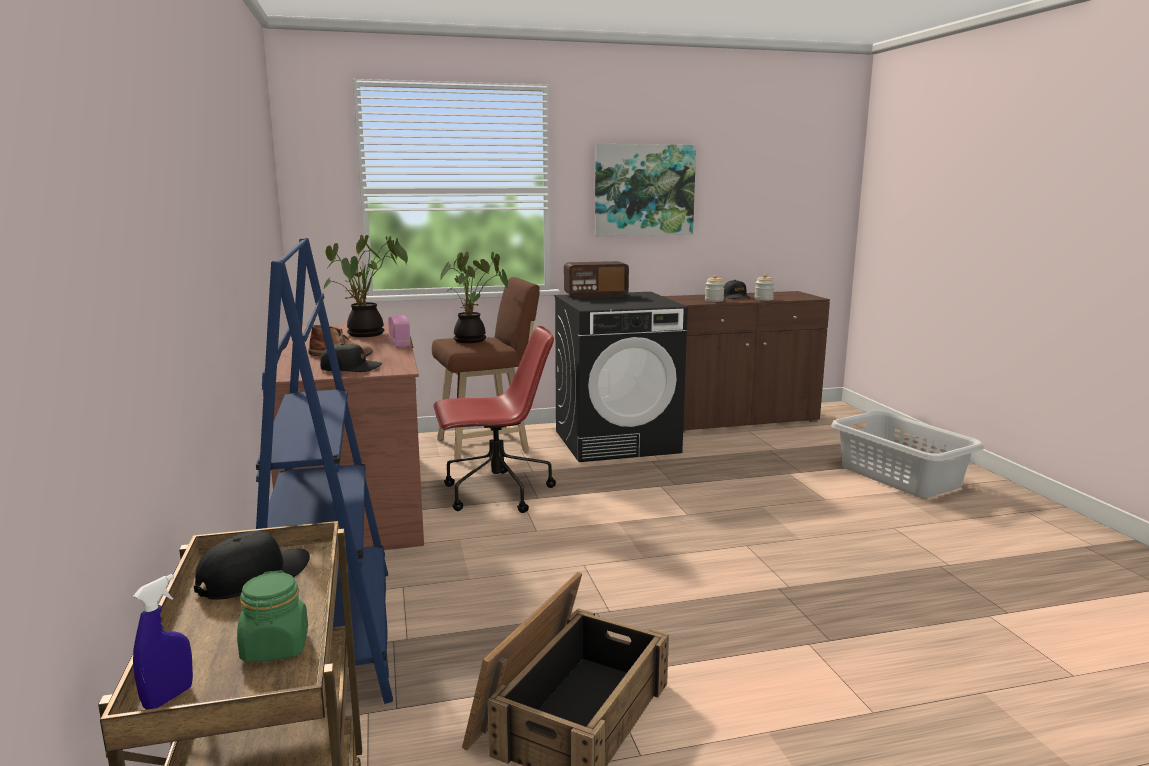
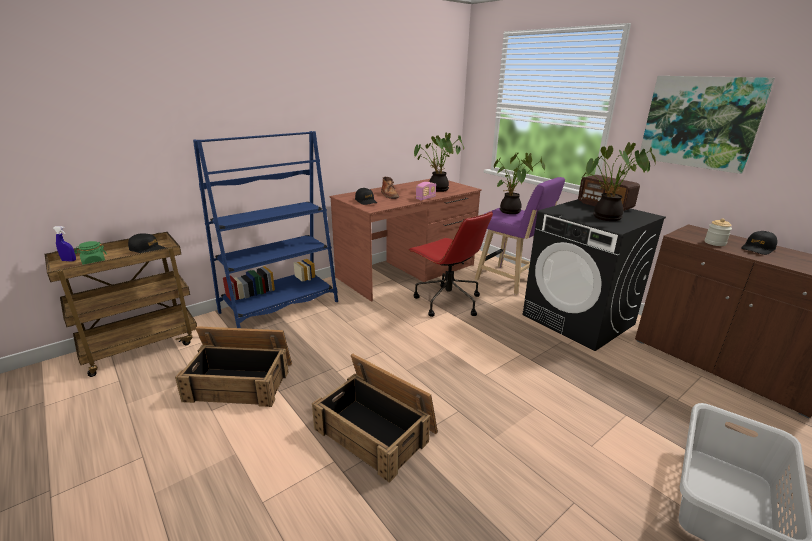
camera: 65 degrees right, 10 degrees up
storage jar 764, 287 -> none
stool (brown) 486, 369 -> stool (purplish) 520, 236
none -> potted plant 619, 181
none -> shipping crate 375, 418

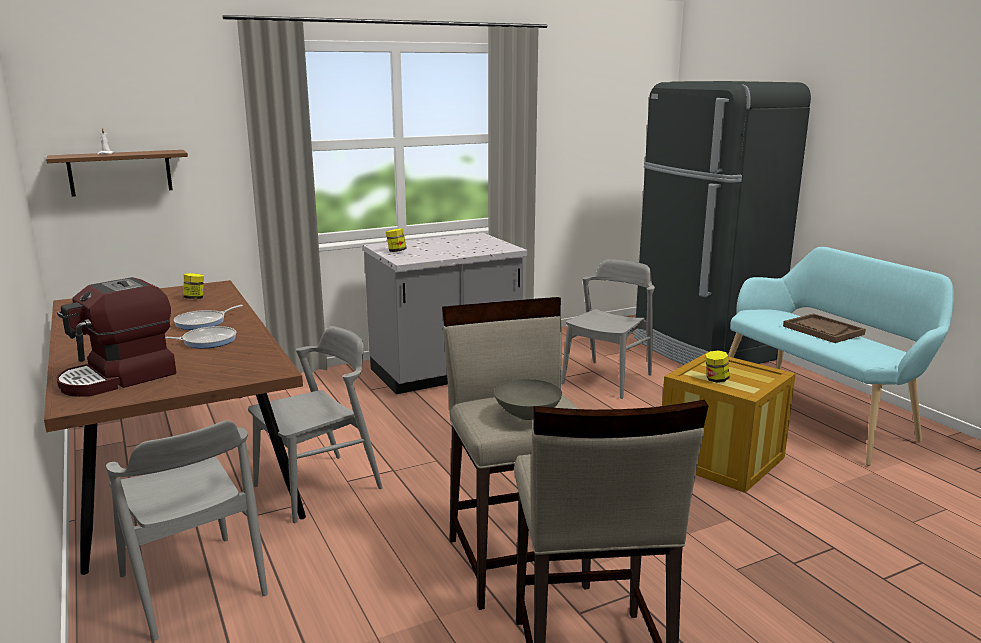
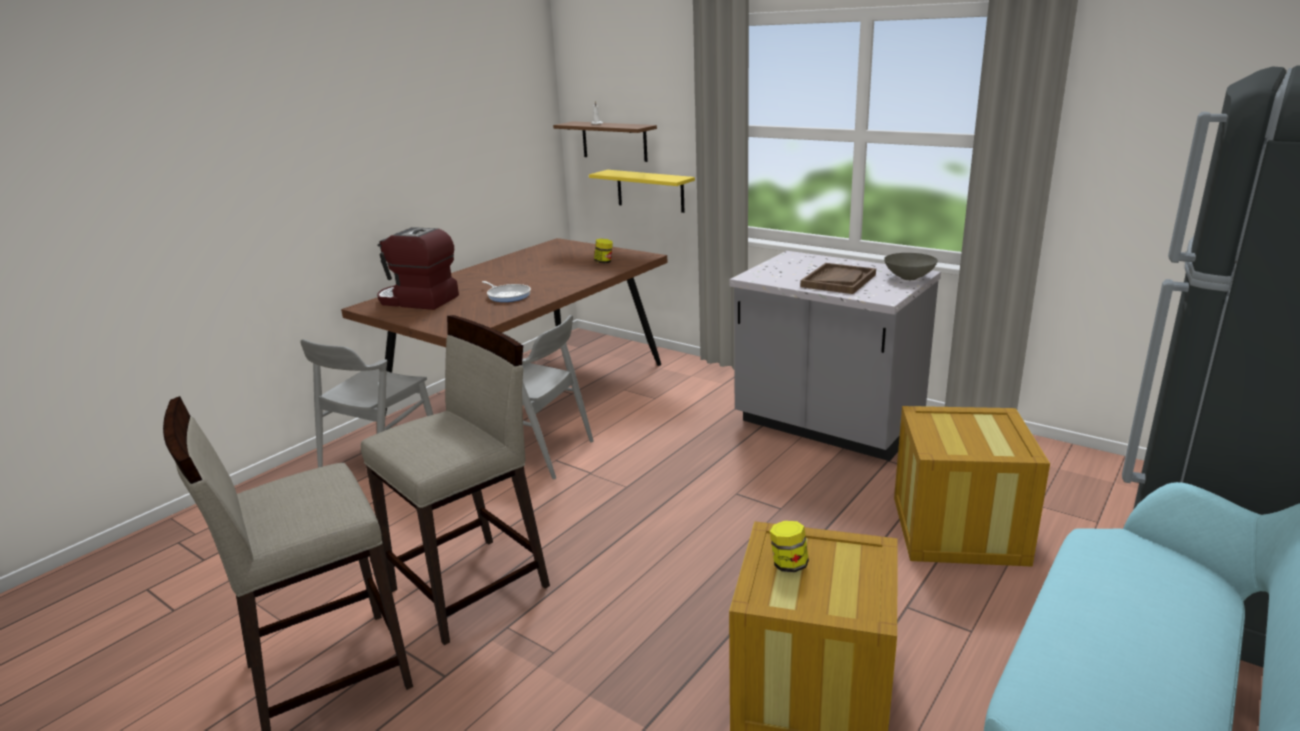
camera: 65 degrees right, 5 degrees up
storage jar 396, 240 -> none
upright chair (grey) 608, 329 -> shipping crate 972, 486
skillet 208, 317 -> none
carrying tray (brown) 824, 328 -> carrying tray (brown) 838, 278, shifted
bowl (grey) 528, 399 -> bowl (grey) 911, 266, shifted
none -> shelf (yellow-coloured) 642, 191

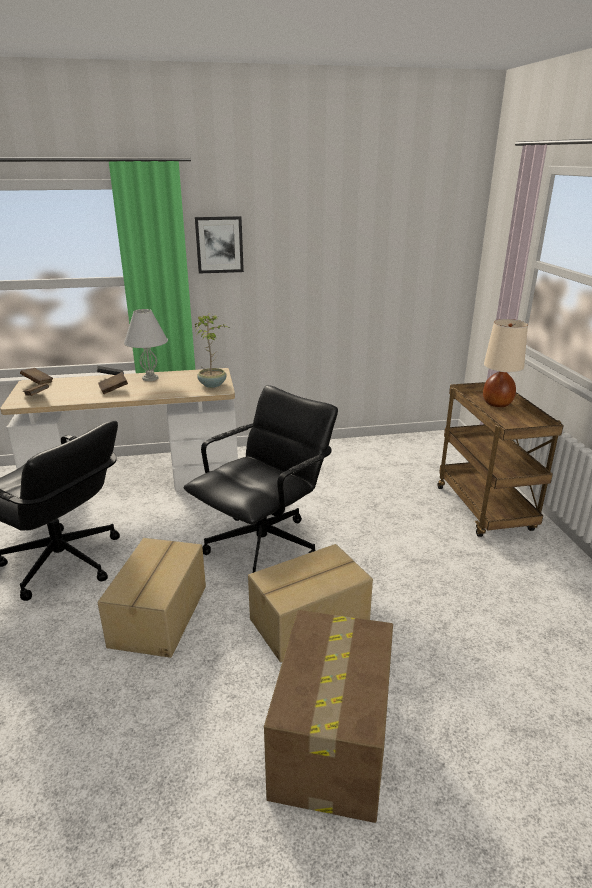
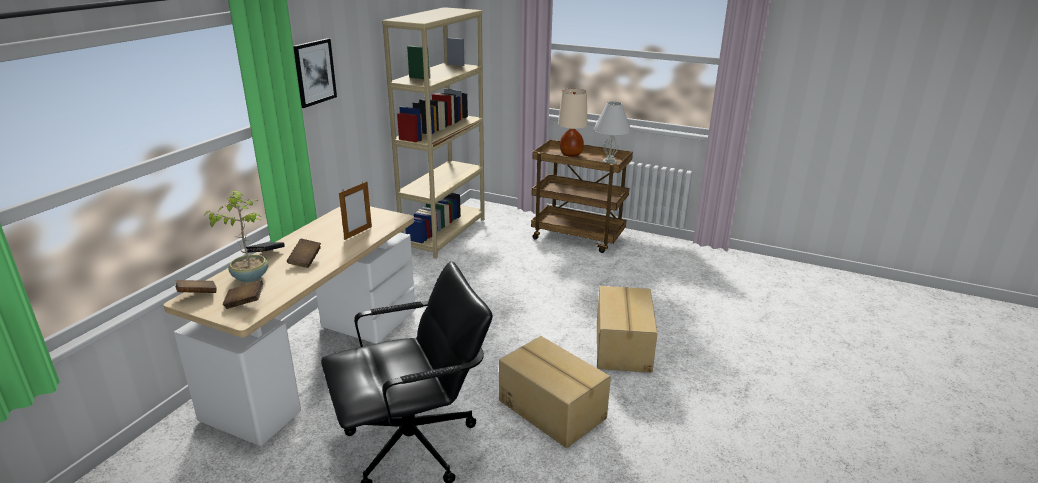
camera: 55 degrees left, 0 degrees up
tabletop lamp (white) 146, 345 -> tabletop lamp (white) 612, 132, shifted
potted plant 211, 350 -> potted plant 236, 236, shifted
desk chair (black-coloured) 261, 479 -> none
cardboard box 328, 716 -> none
none -> bookcase (beige-coloured) 433, 133
none -> standing frame 355, 210

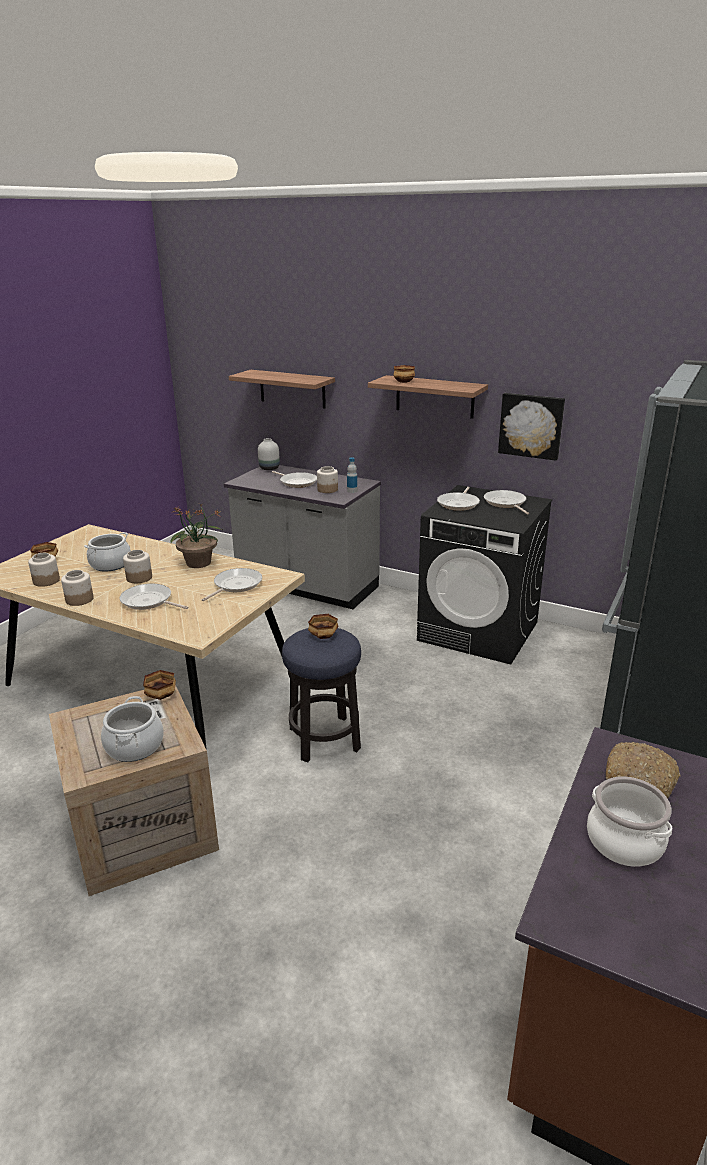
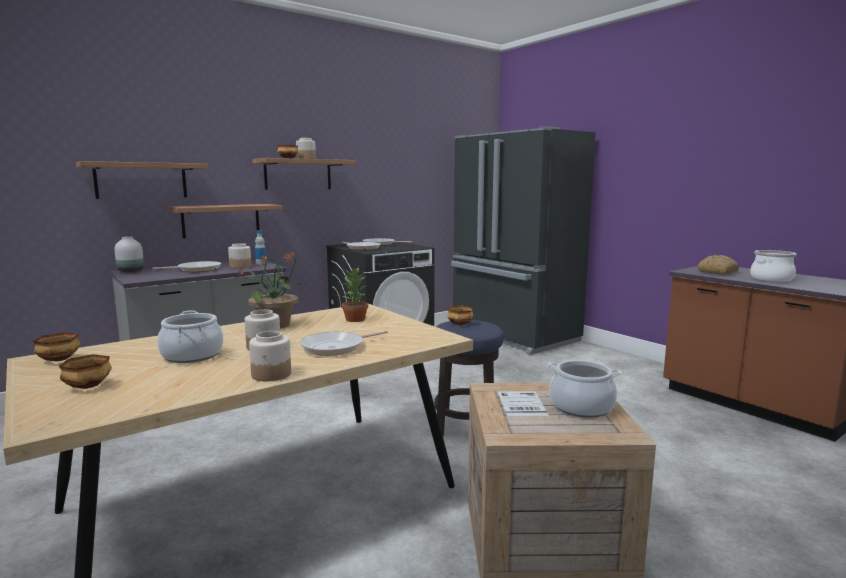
camera: 65 degrees left, 15 degrees down
wall picture 531, 427 -> none
storage jar 44, 570 -> storage jar 306, 148, shifted
skillet 232, 584 -> potted plant 355, 294
bowl 159, 685 -> bowl 56, 347, shifted
none -> shelf 224, 221

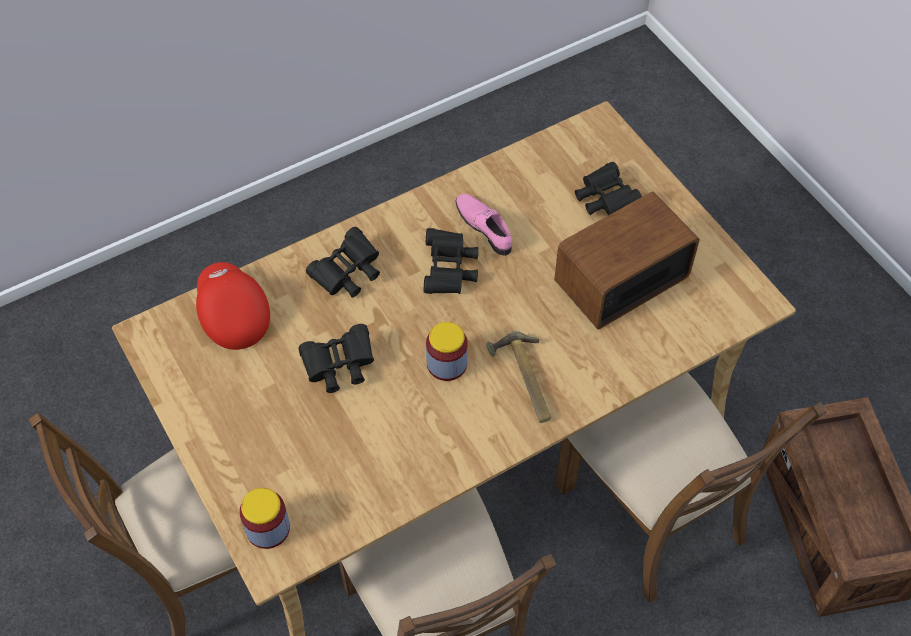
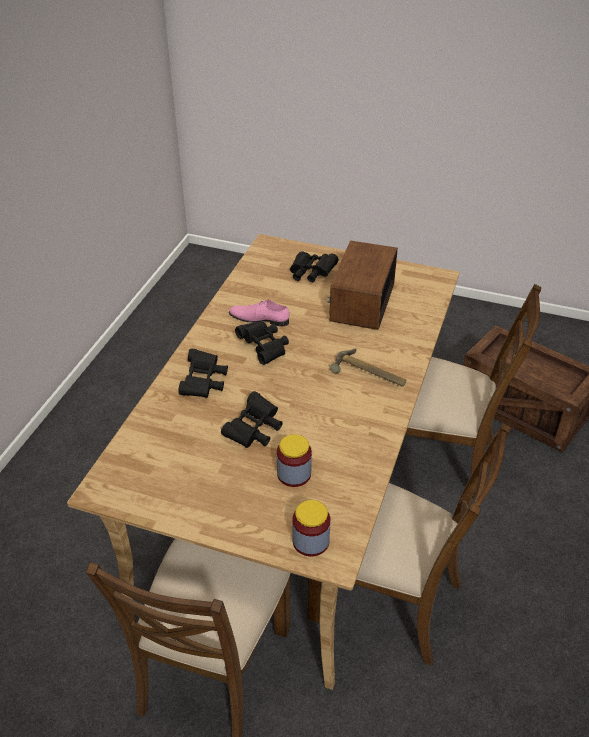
camera: 40 degrees left, 15 degrees down
baseball cap (red-coloured) 233, 306 -> none
storage jar 447, 351 -> storage jar 294, 460, shifted

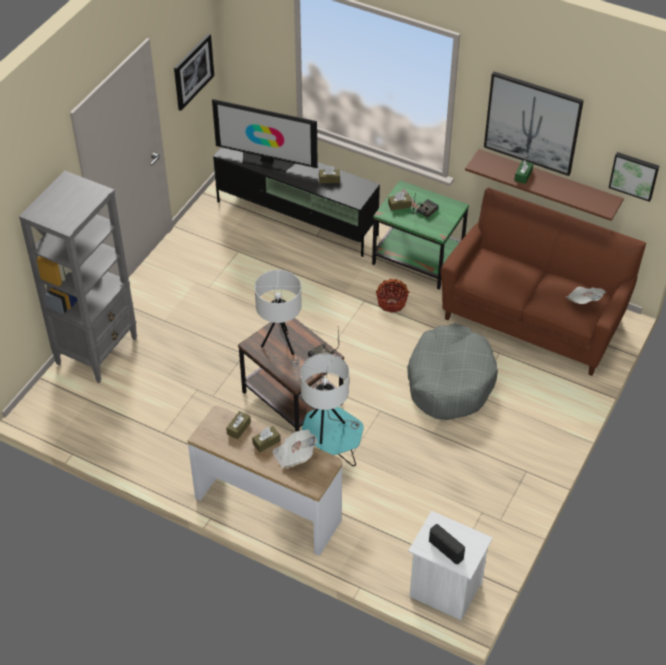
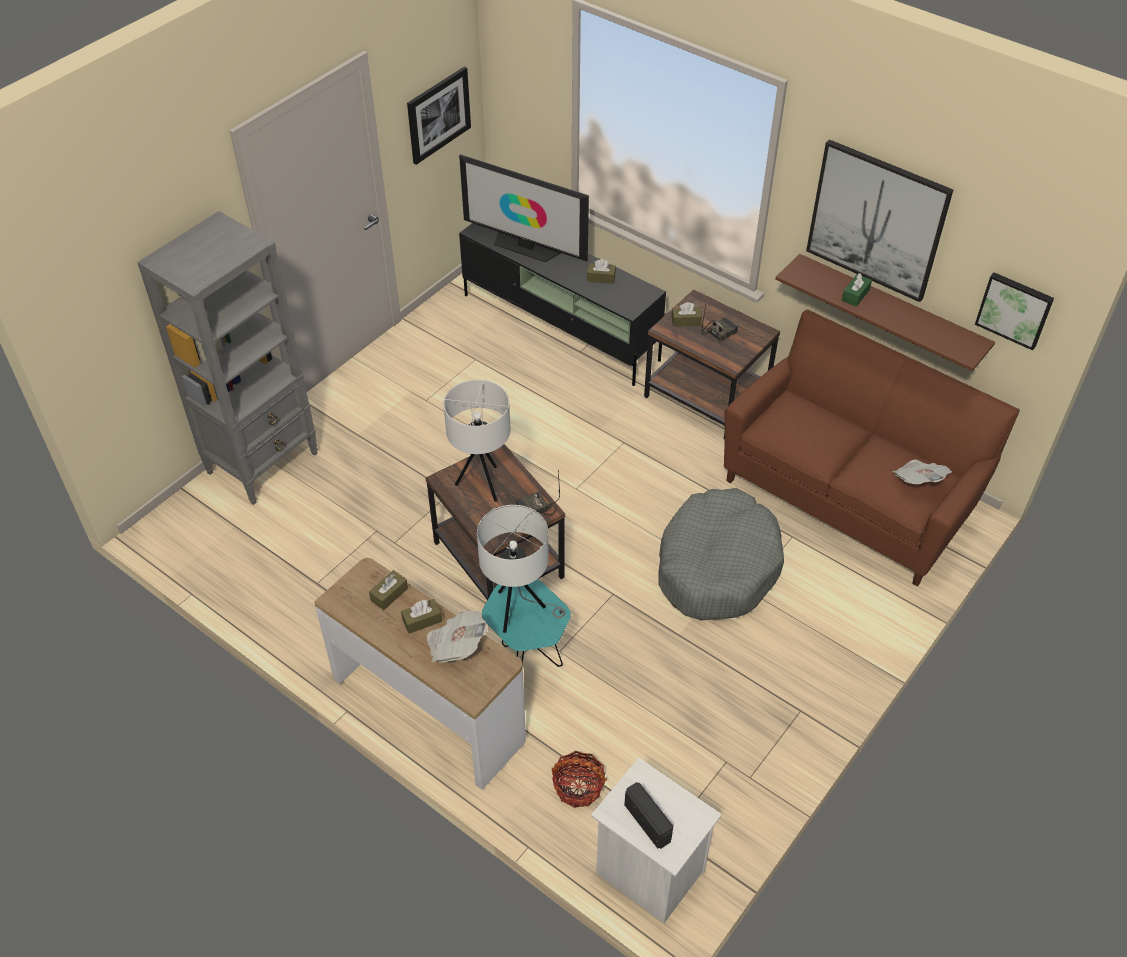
camera: 10 degrees right, 0 degrees up
side table (greenish) 420, 235 -> side table (brown) 712, 365
storage basket 392, 296 -> storage basket 579, 779, shifted

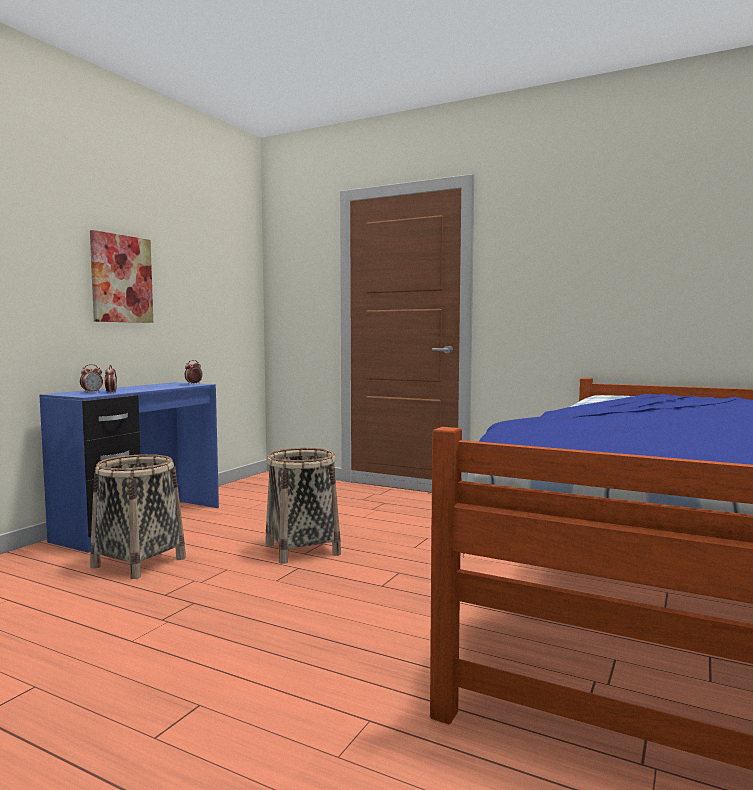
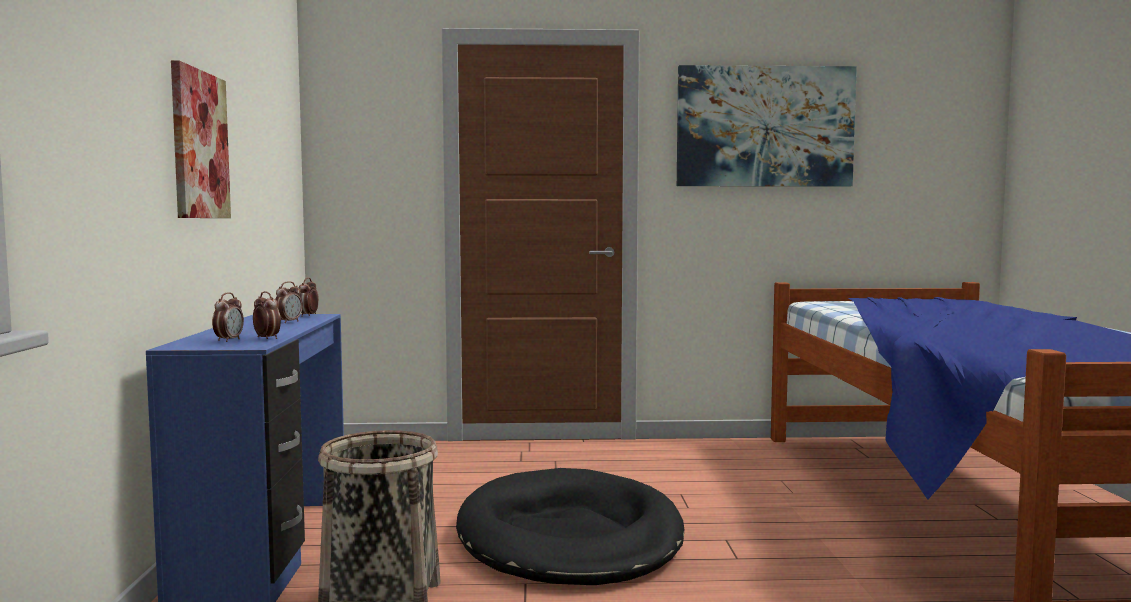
camera: 30 degrees left, 0 degrees up
storage basket 303, 506 -> dog bed (black-coloured) 570, 526
none -> wall picture 767, 126
none -> alarm clock 289, 302

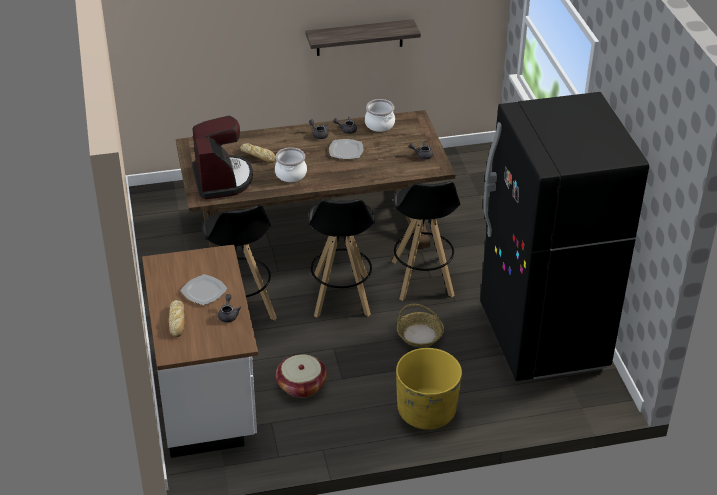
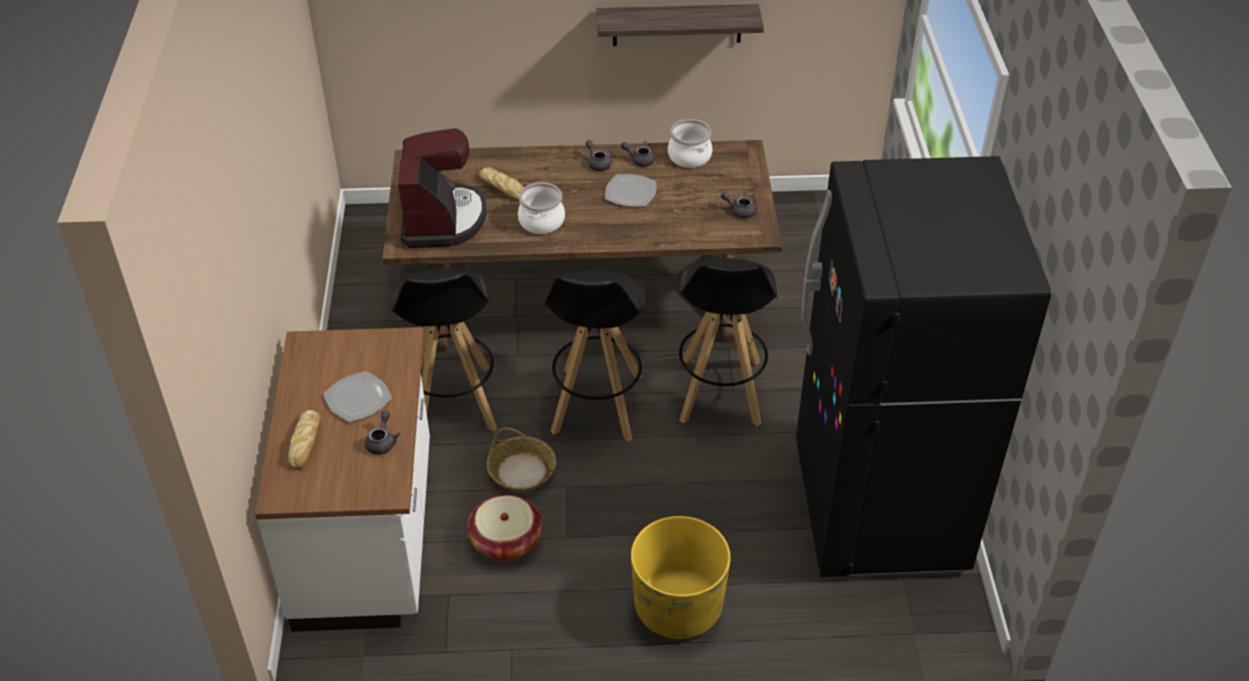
camera: 10 degrees right, 5 degrees up
storage basket 420, 325 -> storage basket 521, 460, shifted

